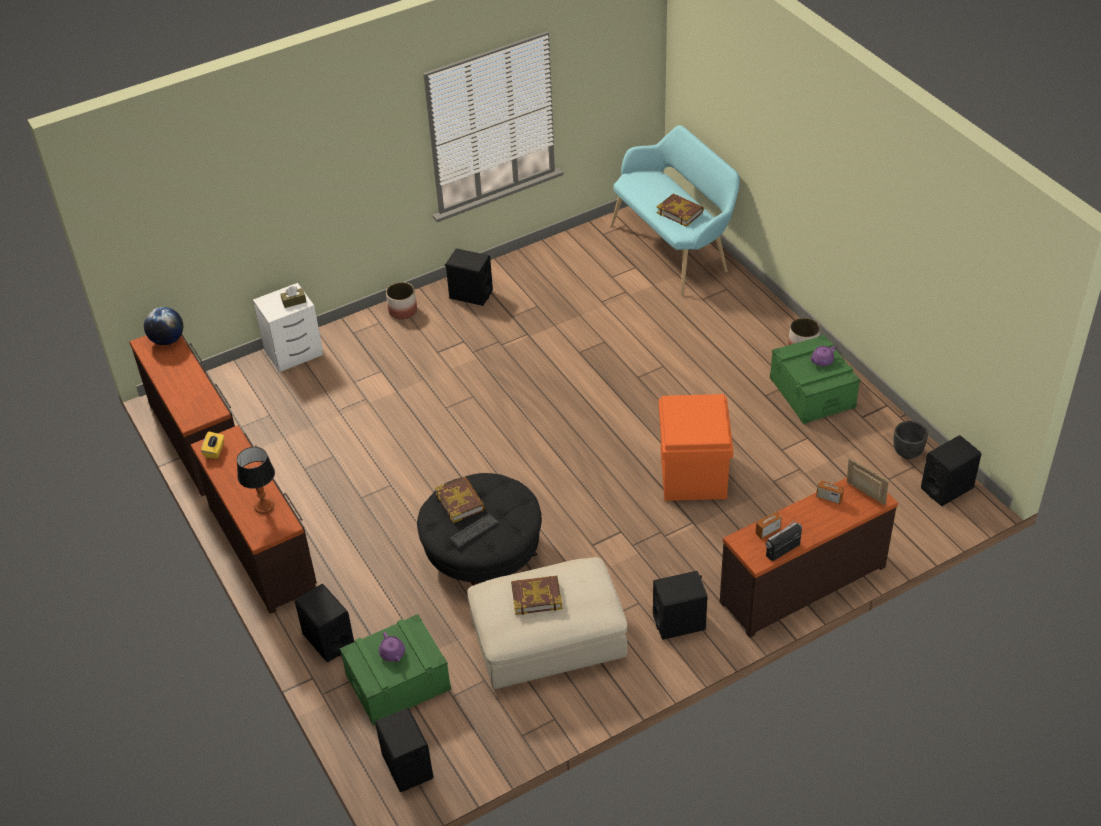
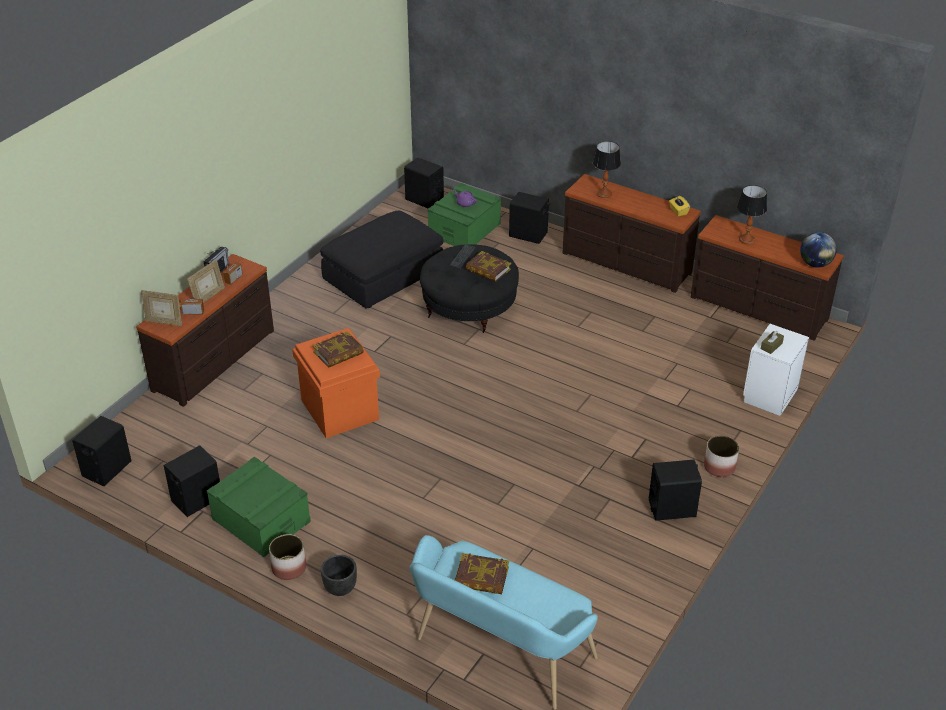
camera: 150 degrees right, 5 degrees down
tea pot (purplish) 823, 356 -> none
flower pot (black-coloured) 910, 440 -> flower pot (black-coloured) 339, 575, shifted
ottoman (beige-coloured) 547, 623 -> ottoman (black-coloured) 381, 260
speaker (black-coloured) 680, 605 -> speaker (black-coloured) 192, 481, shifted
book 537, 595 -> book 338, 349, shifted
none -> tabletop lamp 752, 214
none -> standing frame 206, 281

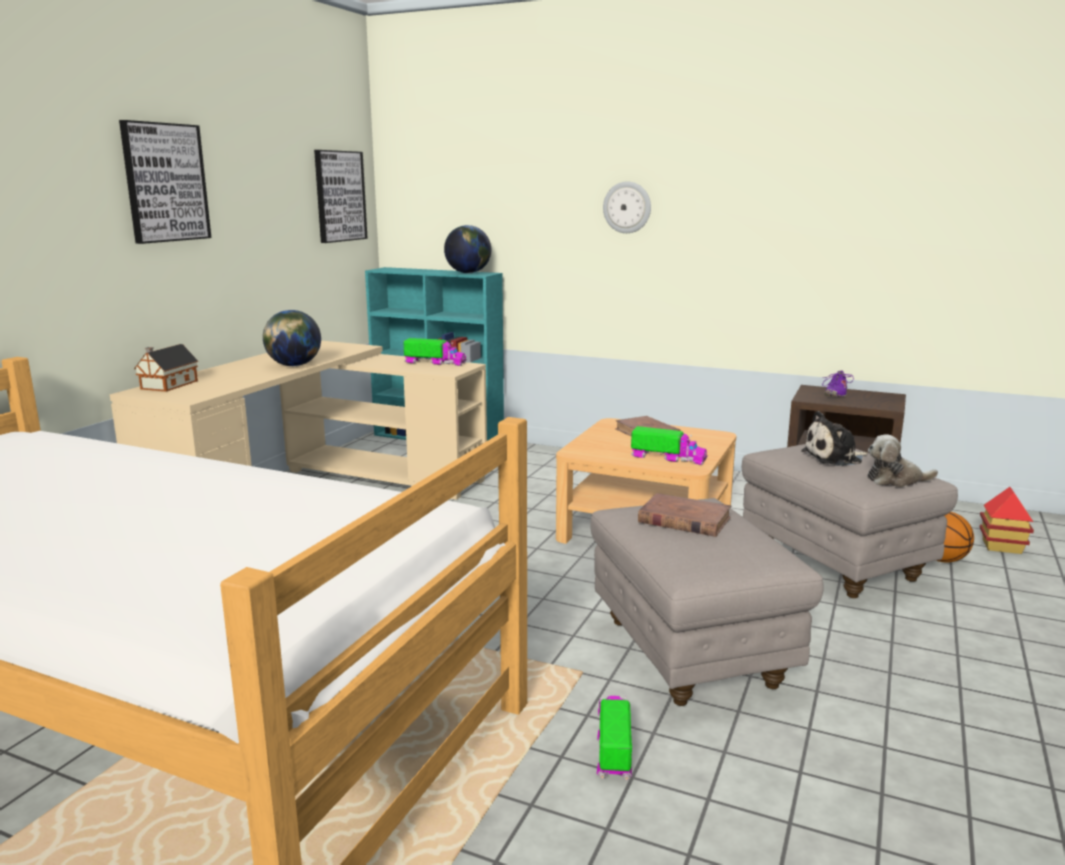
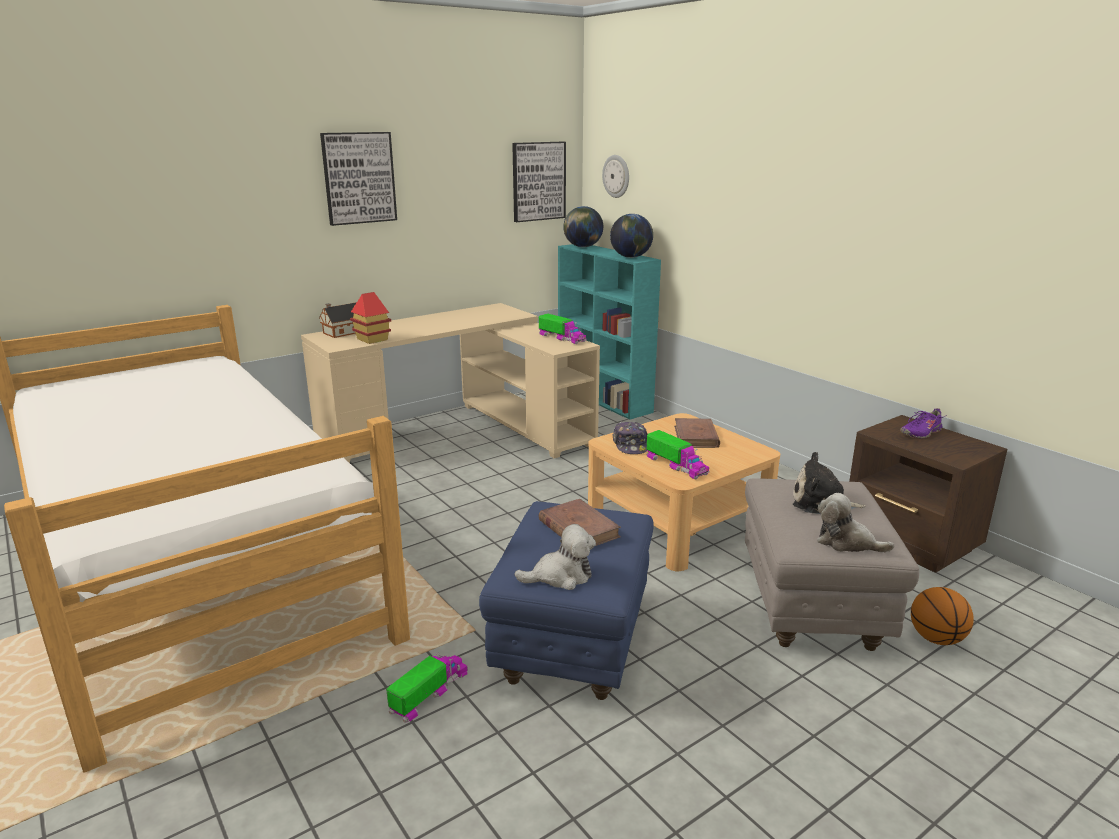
camera: 30 degrees right, 5 degrees up
wall clock 627, 207 -> wall clock 615, 176, shifted
desk globe 292, 338 -> desk globe 583, 226, shifted
miniature house 1006, 520 -> miniature house 370, 318, shifted
ottoman (grey) 707, 602 -> ottoman (blue) 566, 600
none -> baseball cap 630, 438
none -> soft toy 555, 557

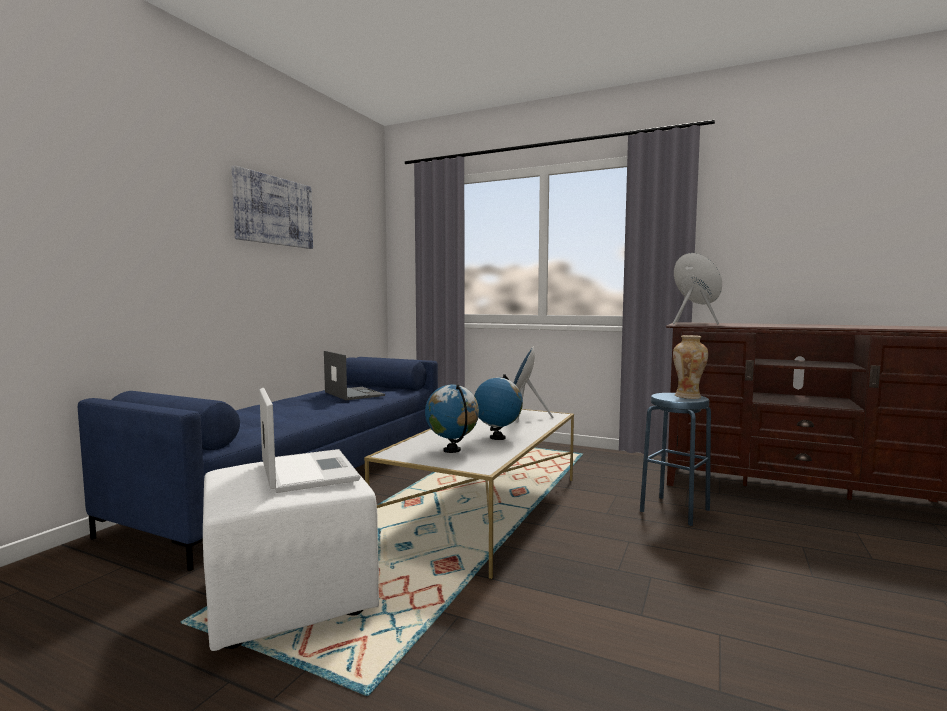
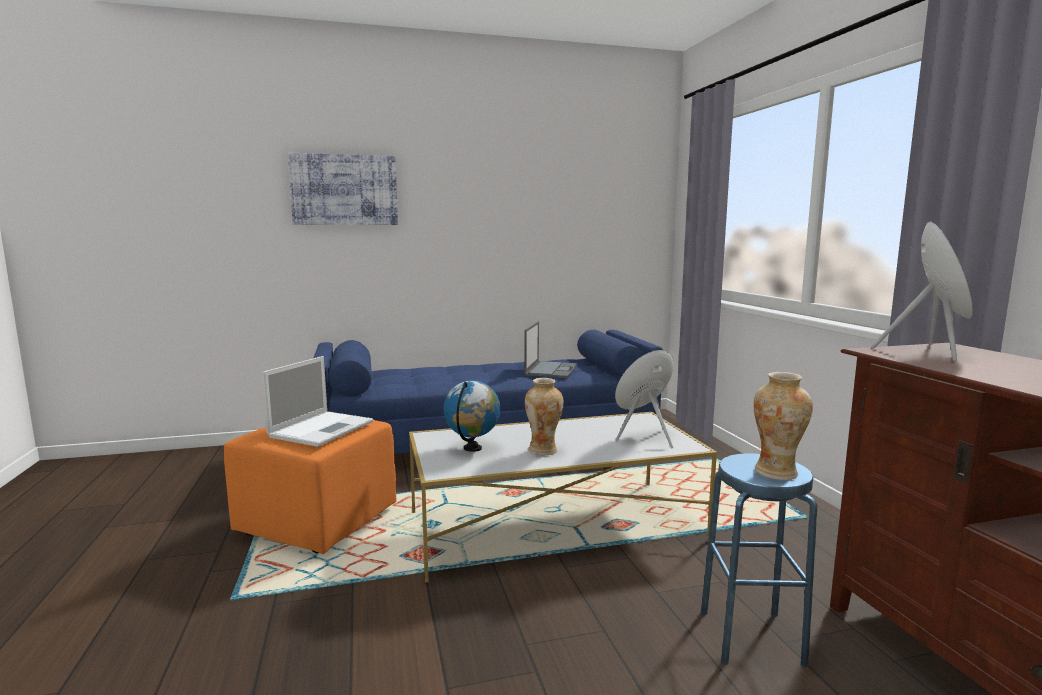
camera: 50 degrees right, 5 degrees up
wall picture 272, 207 -> wall picture 343, 189, shifted
desk globe 498, 407 -> vase 544, 416
ottoman (white) 291, 556 -> ottoman (orange-coloured) 310, 487

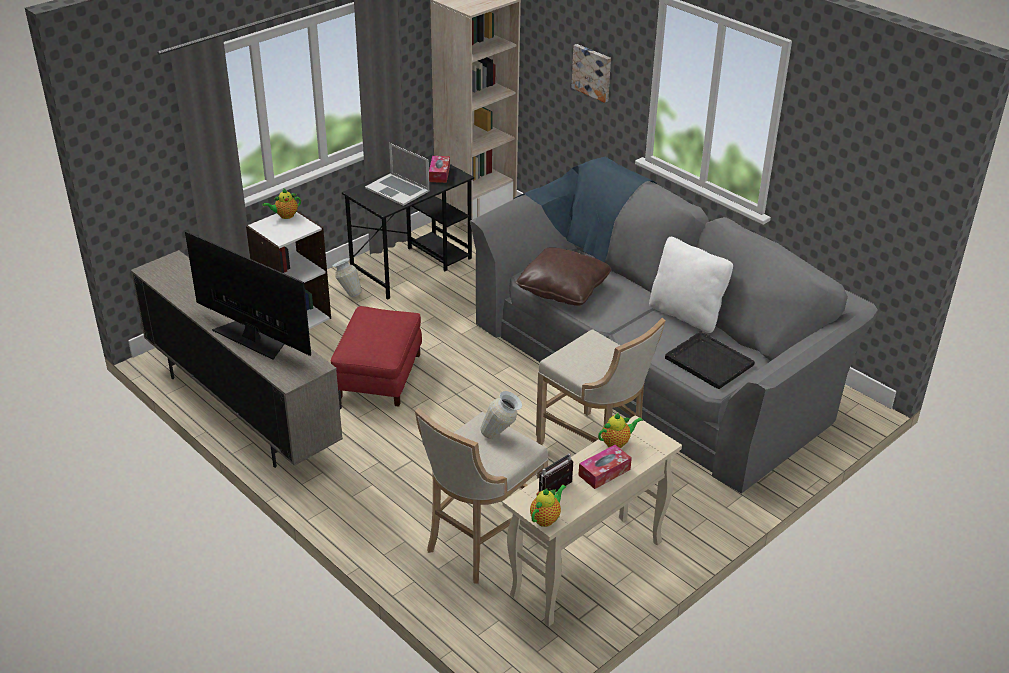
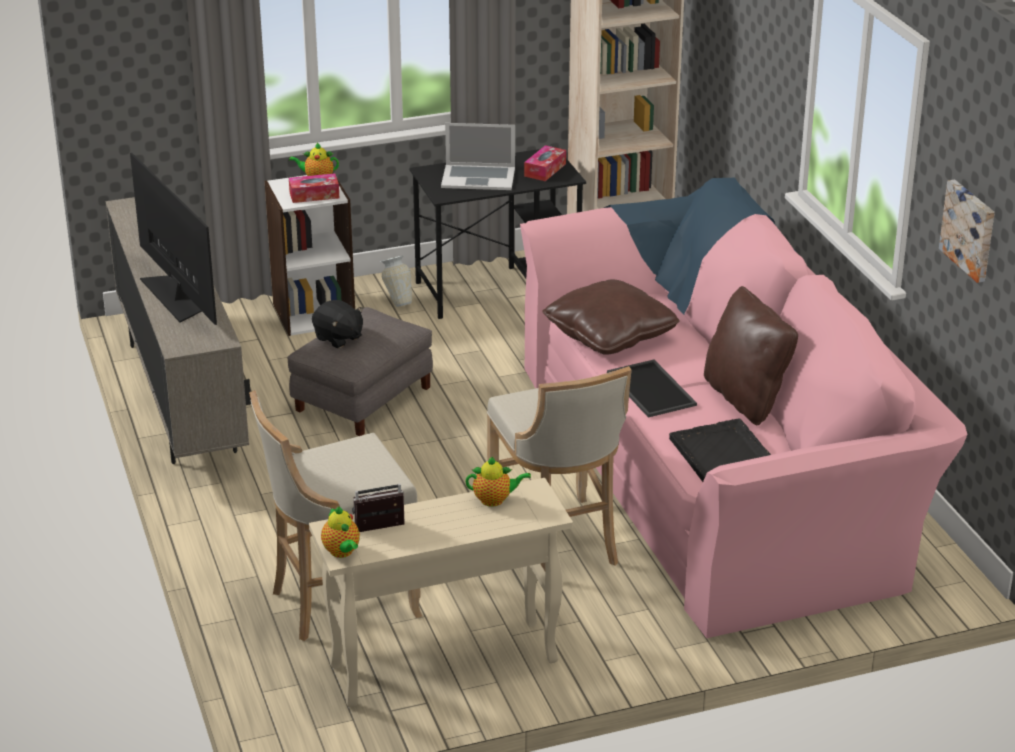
camera: 25 degrees right, 5 degrees down
wall picture 591, 73 -> wall picture 967, 231, shifted
notebook computer 397, 174 -> notebook computer 478, 156, 60 degrees counterclockwise
couch (grey) 674, 325 -> couch (pink-coloured) 743, 408
pillow (white) 691, 285 -> pillow (brown) 751, 355
ottoman (red-coloured) 376, 356 -> ottoman (grey) 360, 371
vase 501, 415 -> none
tissue holder 605, 467 -> tissue holder 314, 188, shifted
tea pot 548, 505 -> tea pot 340, 532, 90 degrees clockwise
none -> soft toy (black-coloured) 337, 324
none -> carrying tray 652, 389

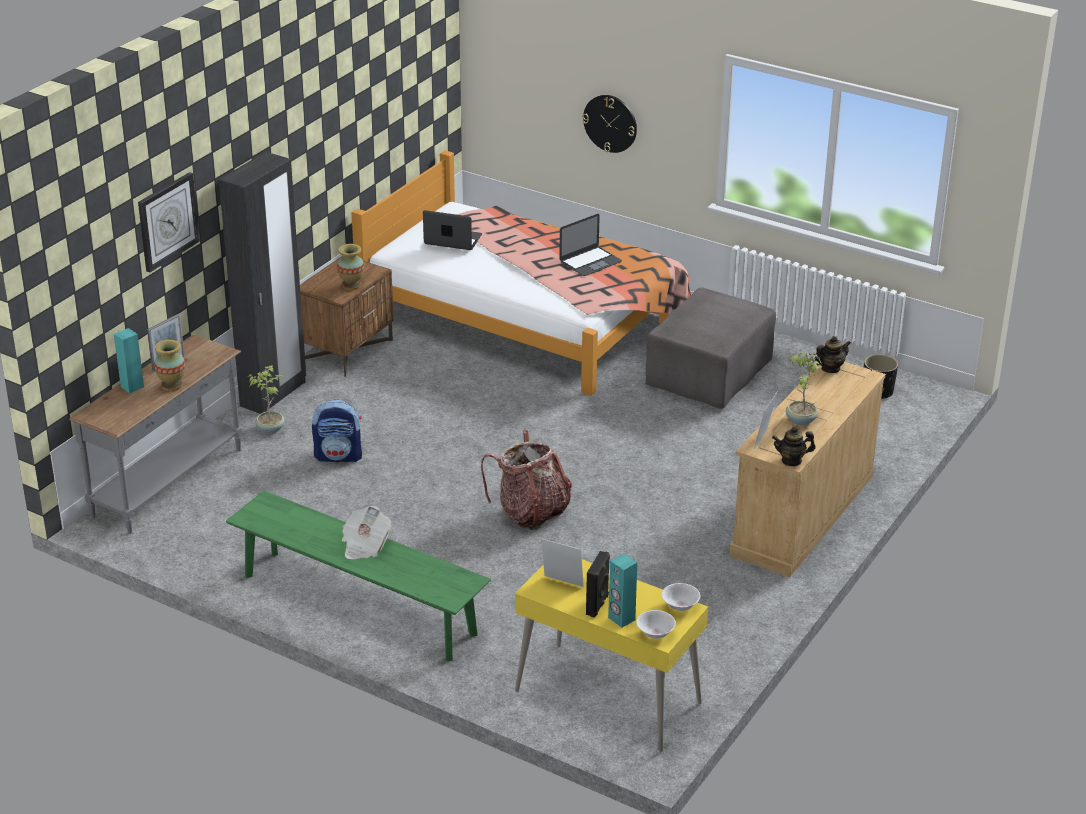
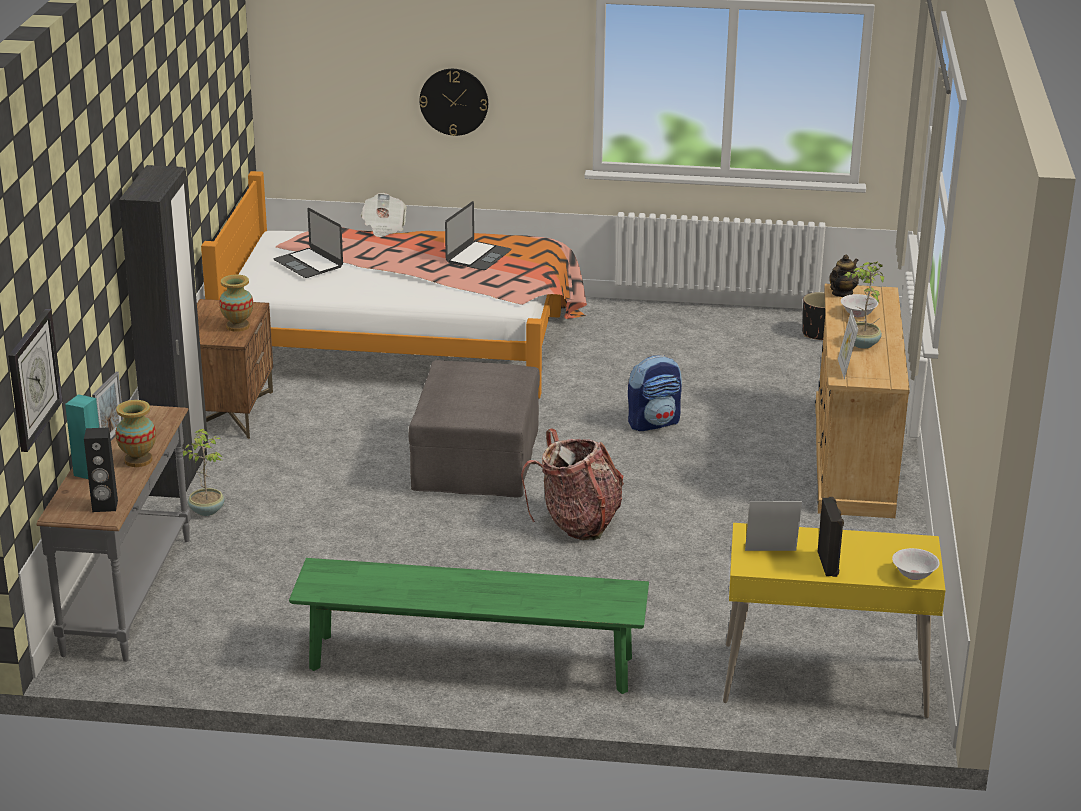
camera: 25 degrees left, 5 degrees down
wall clock 169, 222 -> wall clock 35, 380, shifted
notebook computer 452, 230 -> notebook computer 308, 243, 120 degrees counterclockwise
ottoman (grey) 710, 348 -> ottoman (grey) 474, 428, shifted
rucksack 337, 430 -> rucksack 655, 393, shifted
tea pot 794, 446 -> none
newspaper 367, 532 -> newspaper 384, 215, shifted
speaker (turquoise-coloured) 622, 590 -> none
bowl (white) 681, 597 -> bowl (white) 859, 306, shifted
none -> speaker (black-coloured) 101, 469

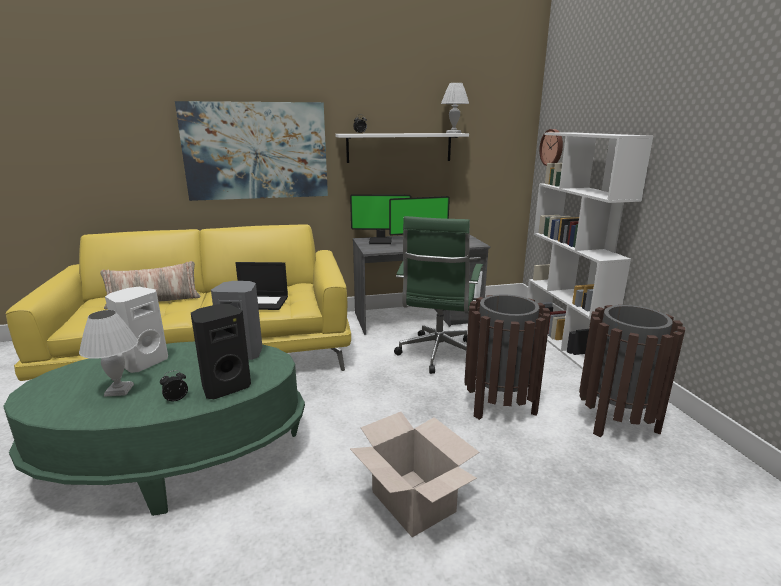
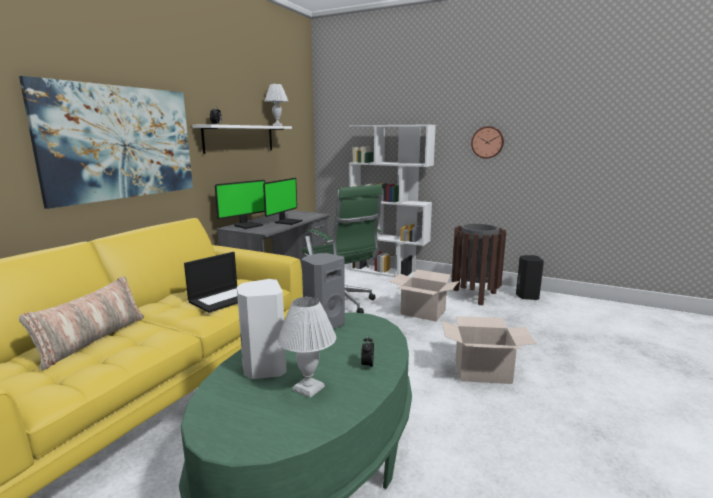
camera: 50 degrees left, 5 degrees down
wall clock 551, 147 -> wall clock 487, 142, shifted
rubbish bin (brown) 507, 357 -> cardboard box 424, 295
speaker (black-coloured) 221, 351 -> speaker (black-coloured) 530, 277, shifted

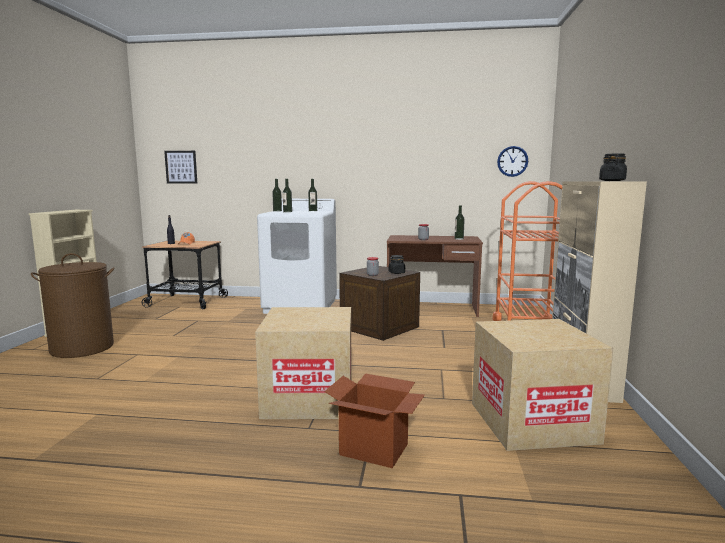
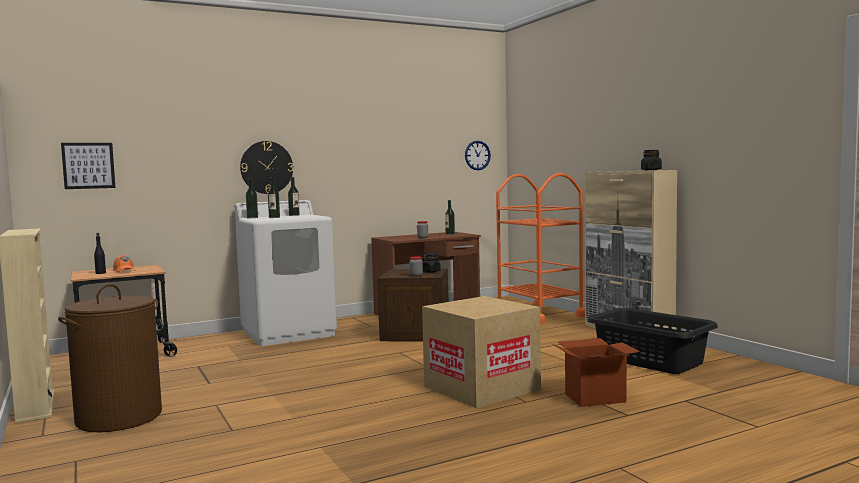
camera: 35 degrees left, 5 degrees down
cardboard box 542, 385 -> laundry basket (black-coloured) 652, 341
none -> wall clock 266, 167

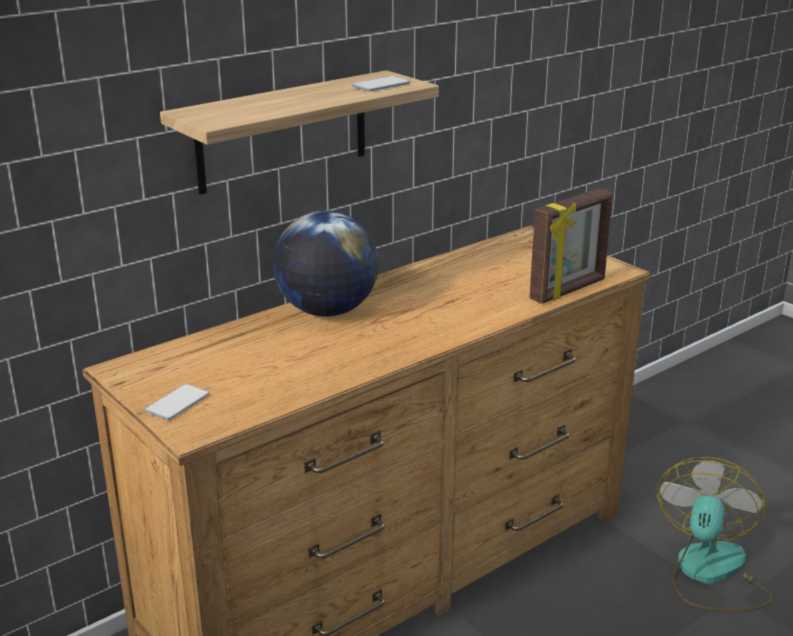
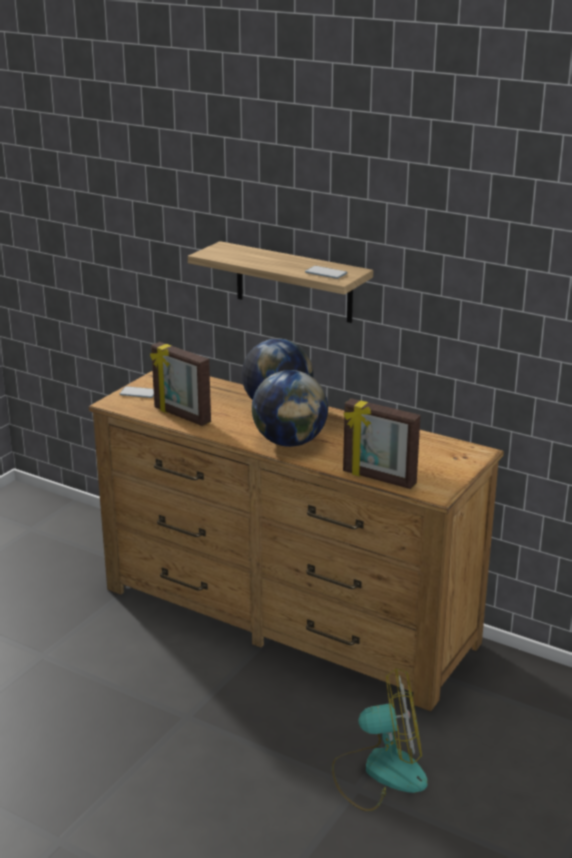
camera: 70 degrees right, 0 degrees up
none -> standing frame 180, 384
none -> desk globe 290, 408

